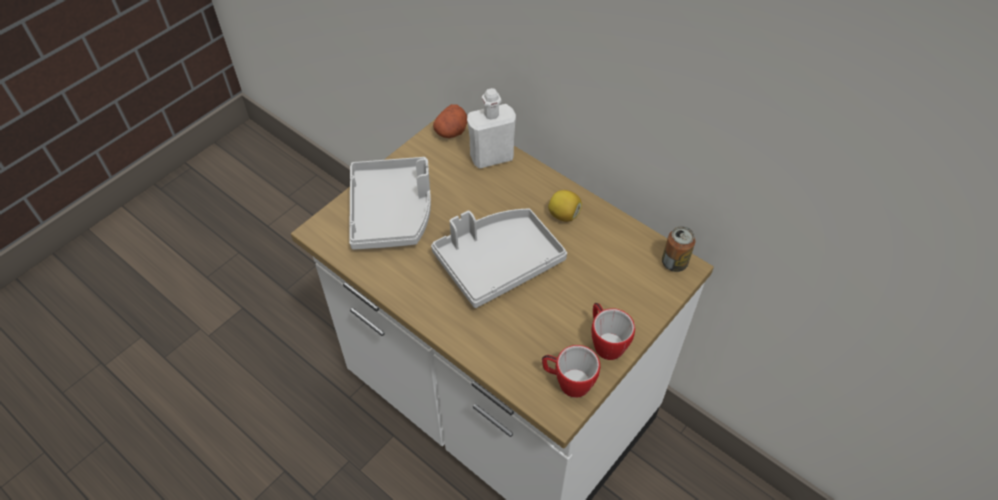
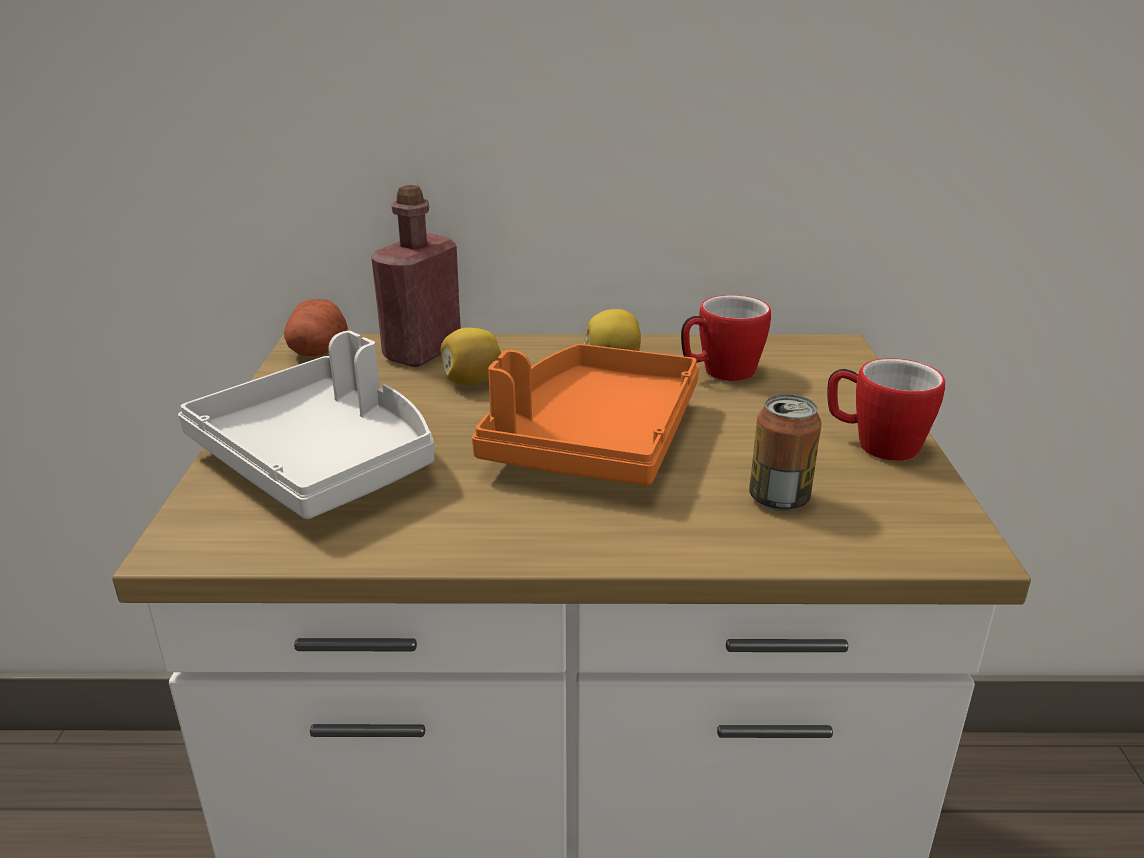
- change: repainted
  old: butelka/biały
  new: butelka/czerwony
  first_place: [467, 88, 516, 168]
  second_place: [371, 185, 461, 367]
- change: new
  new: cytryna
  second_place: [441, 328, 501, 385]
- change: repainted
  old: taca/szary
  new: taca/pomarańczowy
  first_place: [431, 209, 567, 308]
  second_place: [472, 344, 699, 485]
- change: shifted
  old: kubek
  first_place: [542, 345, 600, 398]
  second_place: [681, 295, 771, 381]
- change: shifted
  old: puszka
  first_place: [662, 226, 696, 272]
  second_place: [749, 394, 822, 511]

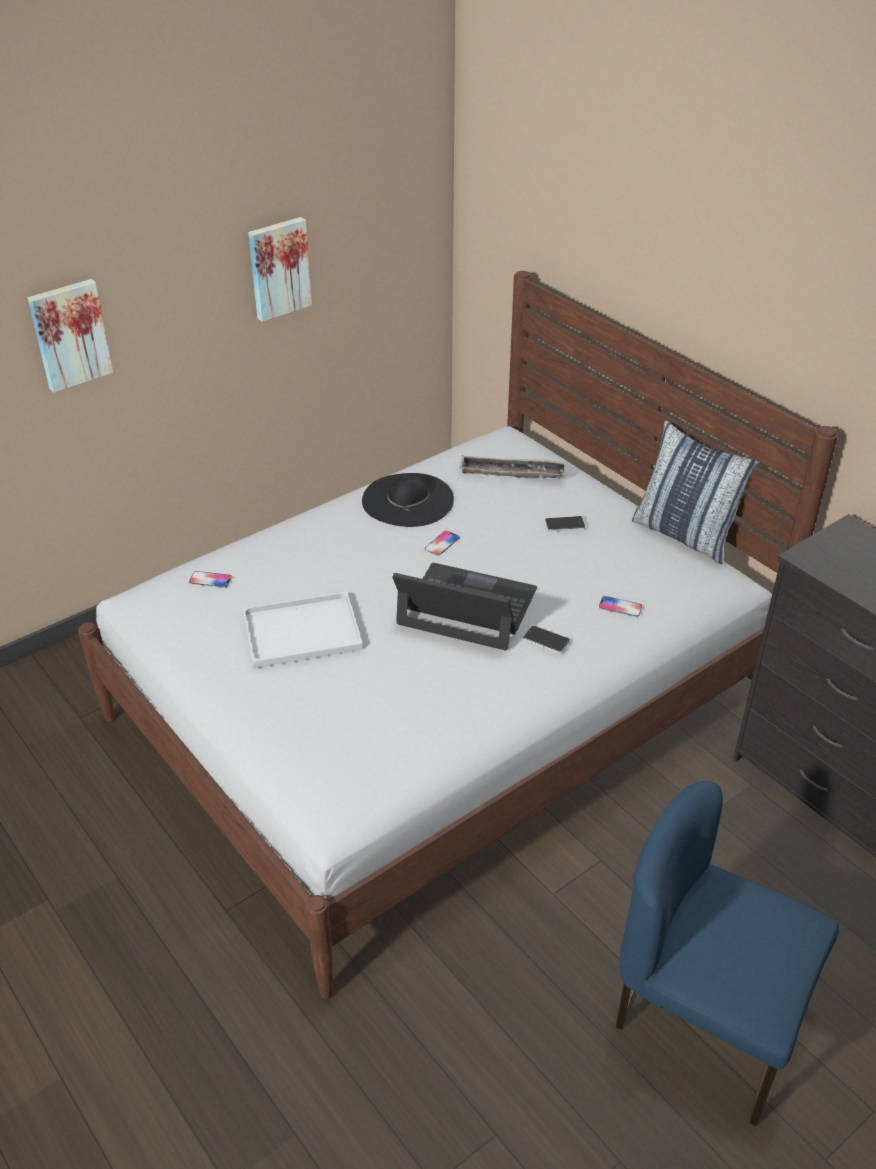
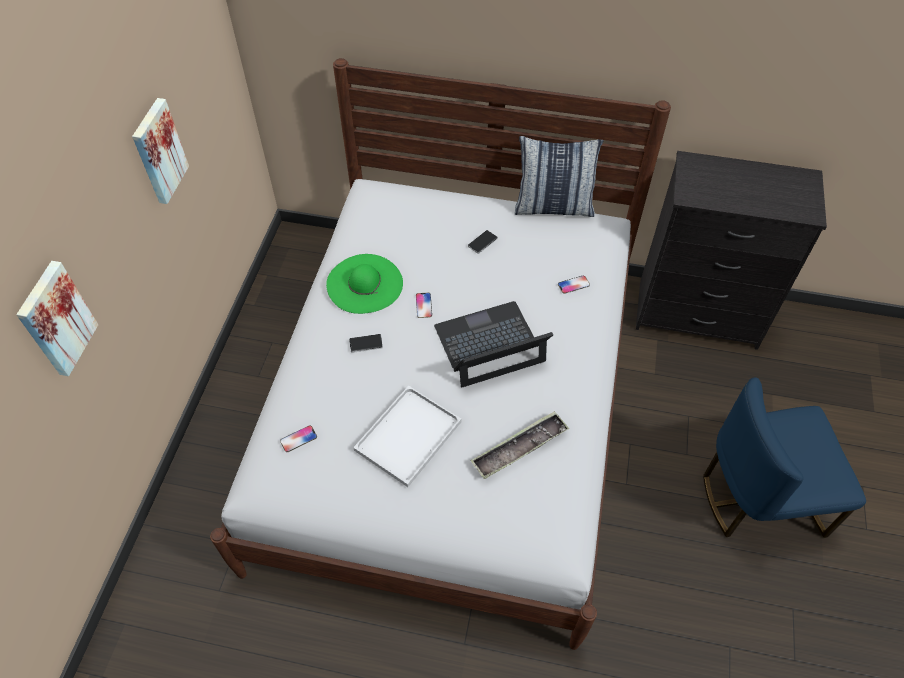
- change: repainted
  old: kapelusz/czarny
  new: kapelusz/zielony
  first_place: [362, 473, 454, 527]
  second_place: [326, 254, 403, 314]
- change: shifted
  old: telefon
  first_place: [523, 625, 570, 654]
  second_place: [349, 334, 383, 353]
- change: shifted
  old: taca
  first_place: [459, 456, 566, 478]
  second_place: [470, 411, 569, 479]

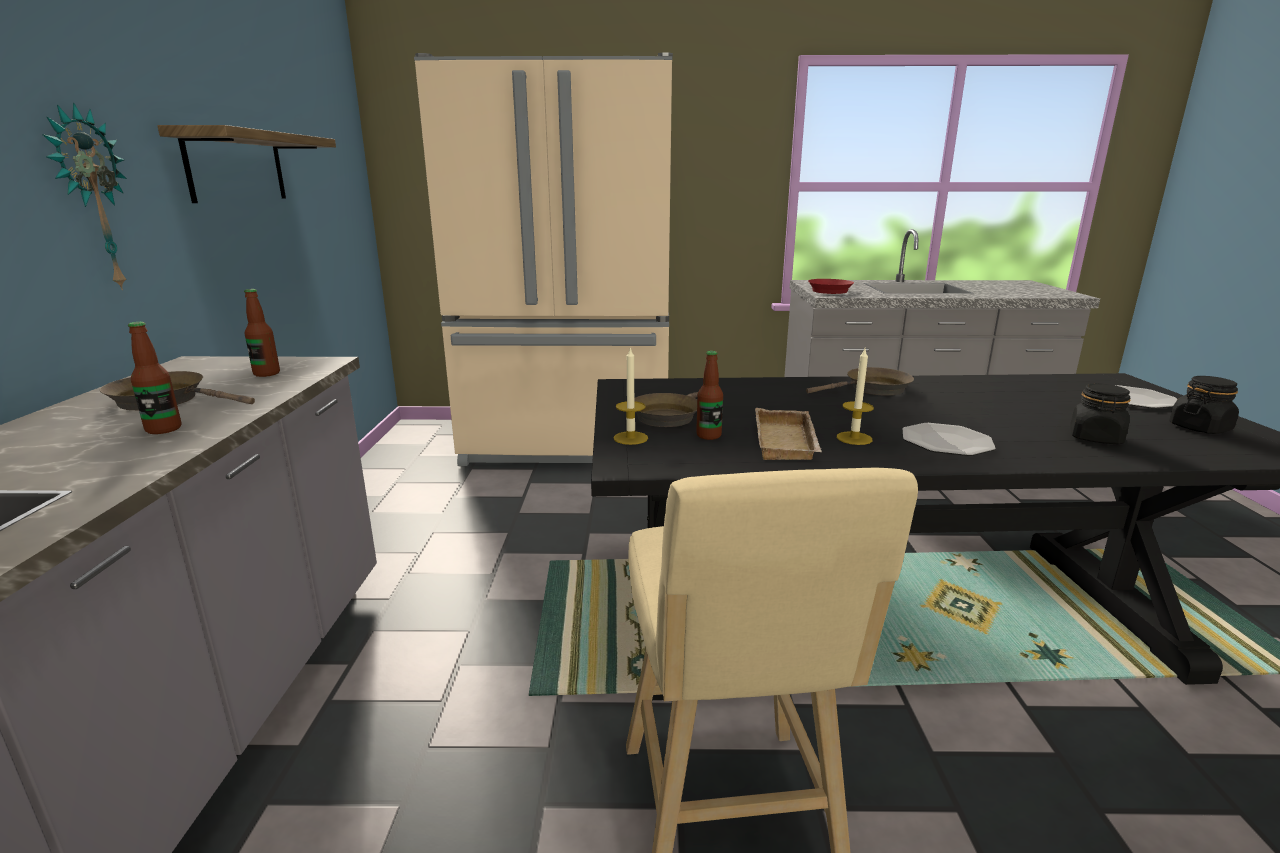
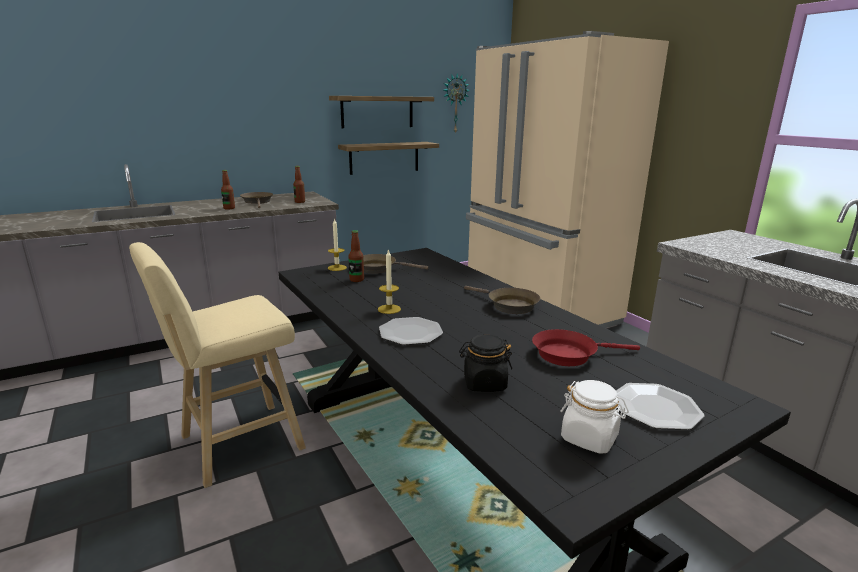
- change: new
  new: półka
  second_place: [338, 142, 439, 175]
- change: shifted
  old: zegar ścienny
  first_place: [42, 102, 127, 290]
  second_place: [444, 74, 470, 134]
- change: shifted
  old: patelnia/czerwony
  first_place: [808, 279, 854, 294]
  second_place: [532, 329, 640, 366]
- change: repainted
  old: słoik/czarny
  new: słoik/biały
  first_place: [1169, 376, 1239, 434]
  second_place: [560, 380, 629, 454]
- change: gone
  old: taca/beżowy
  first_place: [755, 408, 822, 460]

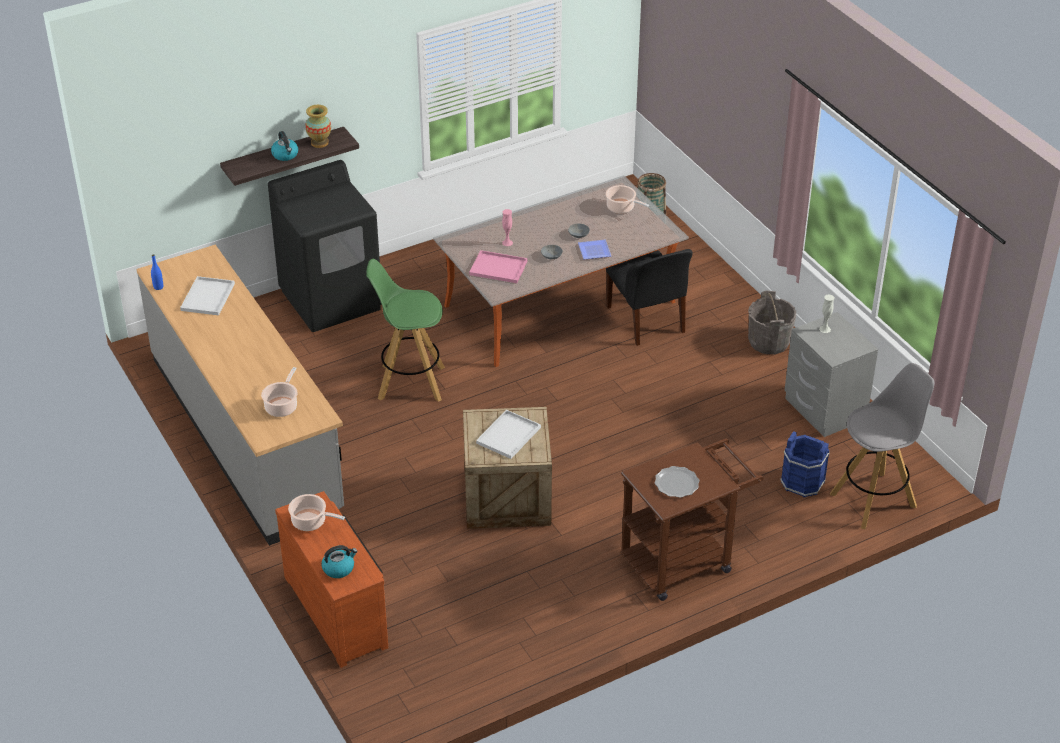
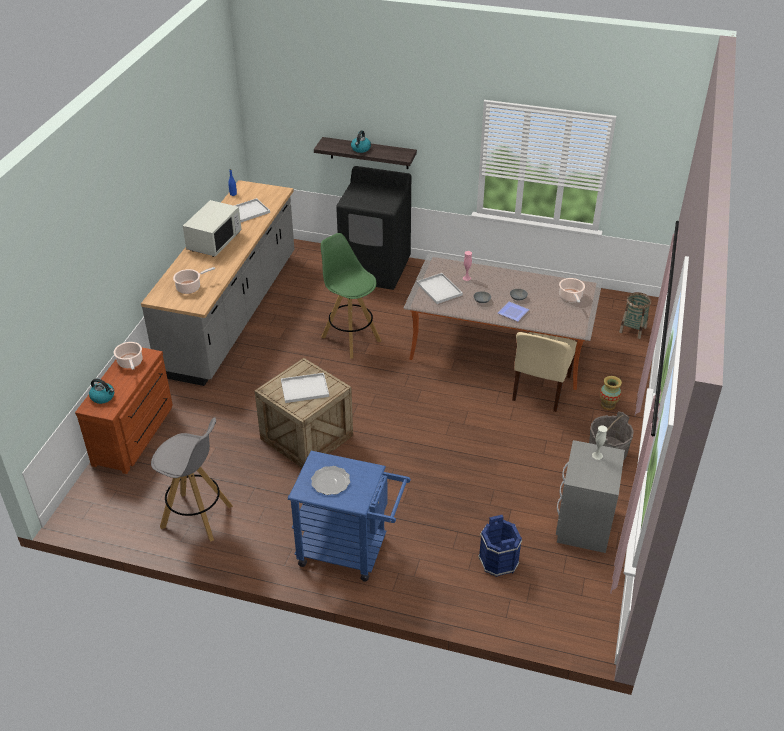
- change: shifted
  old: stołek/szary
  first_place: [830, 363, 935, 529]
  second_place: [151, 417, 233, 542]
- change: new
  new: mikrofalówka/biały
  second_place: [183, 200, 241, 257]
- change: repainted
  old: wózek/brązowy
  new: wózek/niebieski
  first_place: [620, 439, 764, 601]
  second_place: [288, 451, 411, 582]
- change: repainted
  old: taca/różowy
  new: taca/biały
  first_place: [469, 250, 528, 283]
  second_place: [417, 273, 463, 304]
- change: repainted
  old: krzesło/czarny
  new: krzesło/beżowy
  first_place: [606, 249, 693, 346]
  second_place: [512, 332, 577, 412]
- change: shifted
  old: wazon
  first_place: [306, 105, 331, 148]
  second_place: [600, 376, 622, 410]

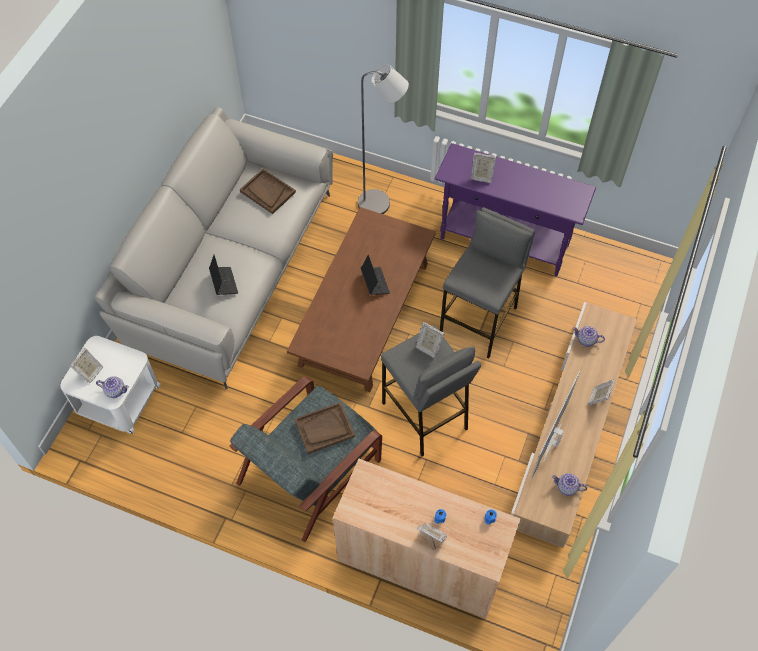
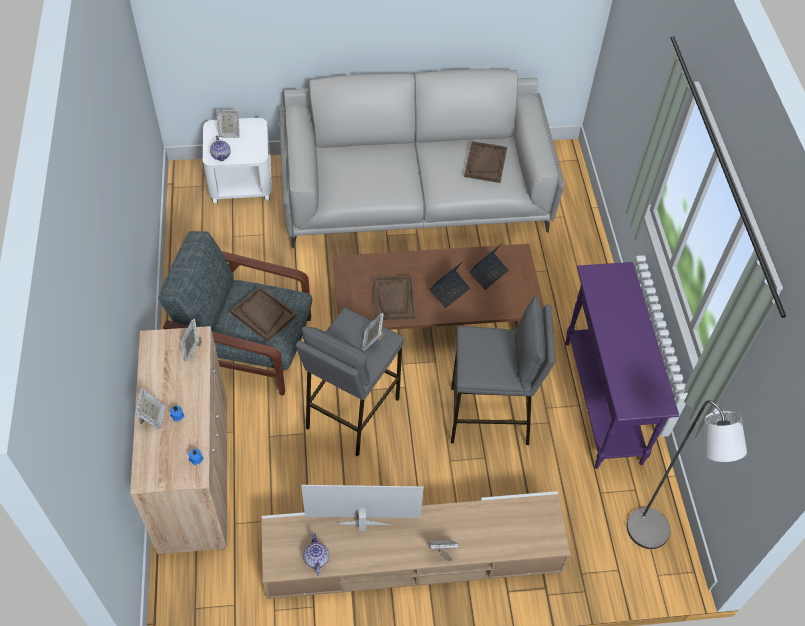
- change: shifted
  old: ramka na zdjęcie
  first_place: [471, 153, 496, 183]
  second_place: [180, 319, 202, 362]
- change: new
  new: taca/brązowy
  second_place: [373, 275, 416, 320]
- change: shifted
  old: laptop
  first_place: [209, 254, 238, 295]
  second_place: [470, 244, 509, 290]
- change: shifted
  old: lampa stojąca/szary
  first_place: [358, 64, 409, 214]
  second_place: [627, 400, 747, 549]
- change: gone
  old: imbryk
  first_place: [573, 326, 605, 347]

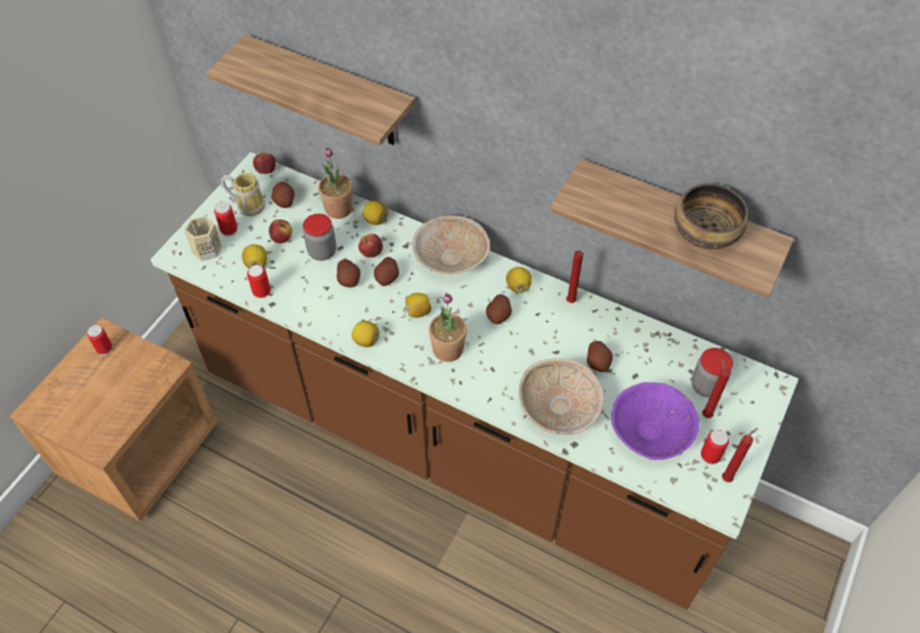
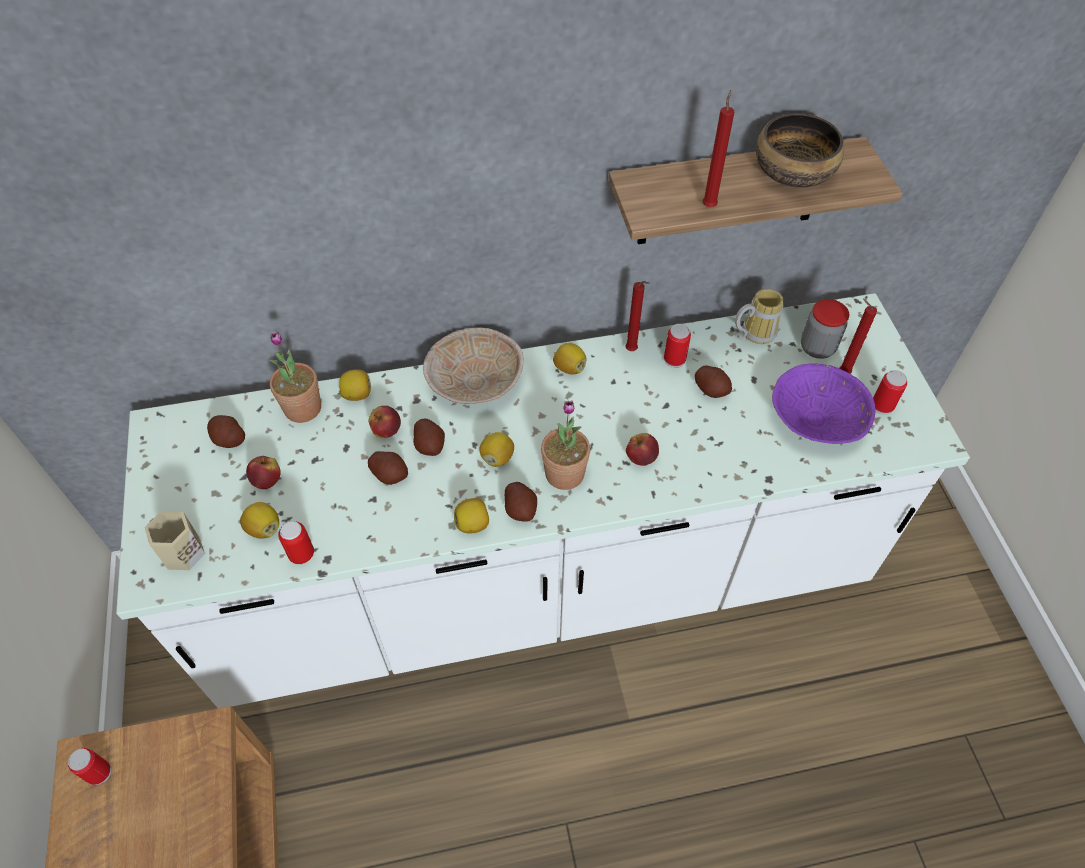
- change: repainted
  old: zabudowa kuchenna/brązowy
  new: zabudowa kuchenna/biały
  first_place: [151, 152, 799, 610]
  second_place: [116, 293, 970, 708]
- change: shifted
  old: ziemniak
  first_place: [486, 294, 512, 324]
  second_place: [505, 482, 537, 522]
- change: shifted
  old: jabłko
  first_place: [253, 151, 276, 174]
  second_place: [626, 433, 659, 466]
- change: shifted
  old: puszka
  first_place: [214, 202, 238, 237]
  second_place: [664, 324, 691, 368]
- change: shifted
  old: świeca/czerwony
  first_place: [722, 428, 758, 482]
  second_place: [702, 90, 734, 207]
- change: shifted
  old: kubek
  first_place: [221, 173, 265, 216]
  second_place: [735, 288, 783, 344]
- change: gone
  old: półka
  first_place: [207, 35, 415, 145]
- change: gone
  old: słoik
  first_place: [303, 214, 336, 261]
- change: gone
  old: miska/beżowy
  first_place: [519, 358, 604, 435]

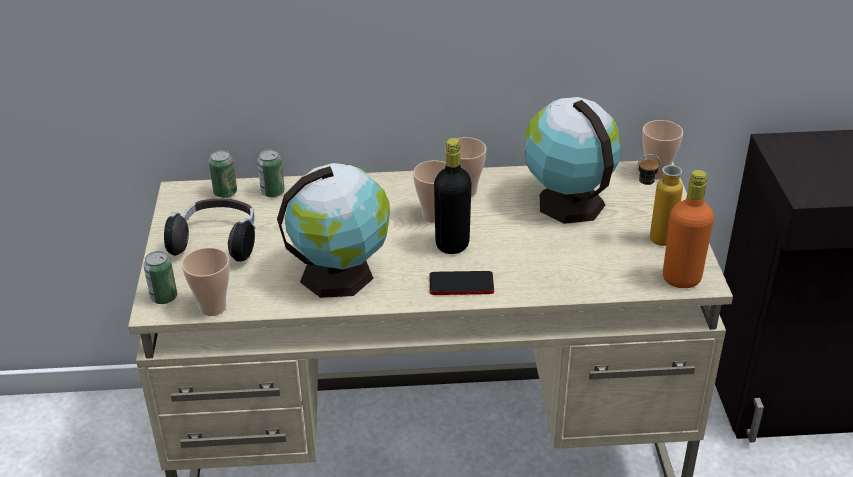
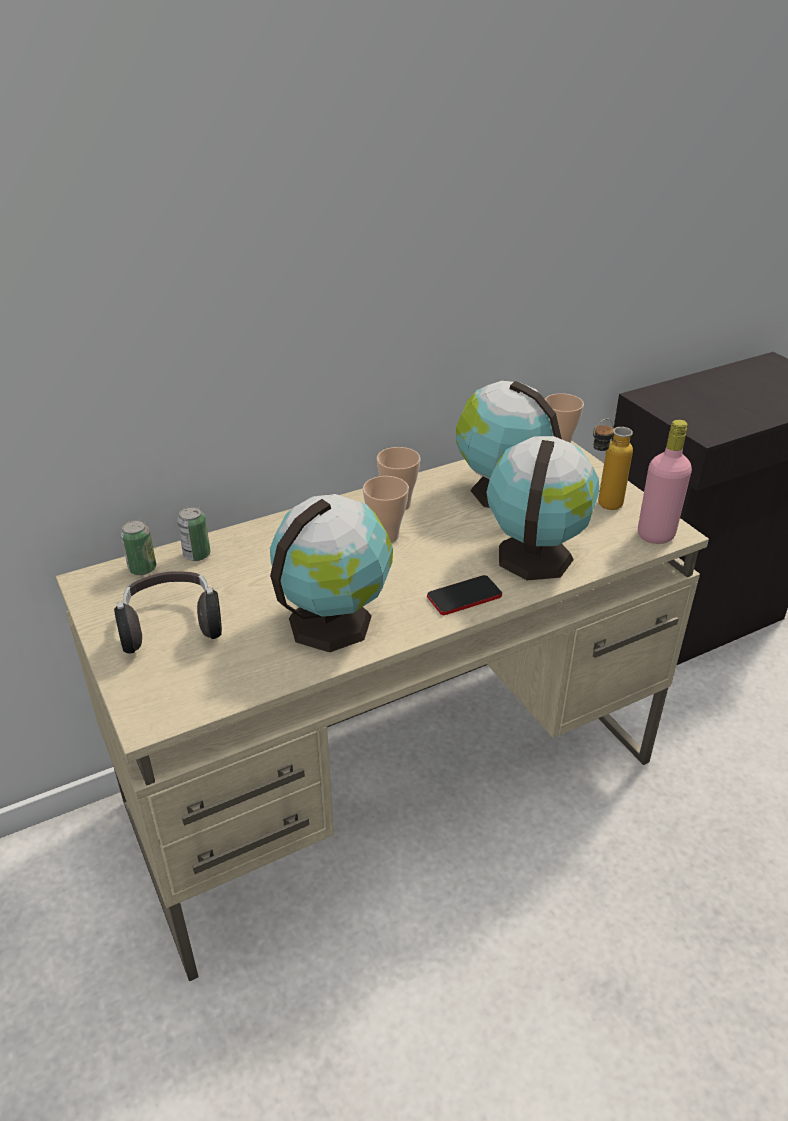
- change: new
  new: globus
  second_place: [486, 436, 599, 580]
- change: repainted
  old: butelka/pomarańczowy
  new: butelka/różowy
  first_place: [663, 170, 714, 288]
  second_place: [638, 420, 692, 544]
- change: gone
  old: puszka
  first_place: [143, 251, 177, 304]
- change: gone
  old: filiżanka
  first_place: [182, 248, 230, 316]
- change: gone
  old: butelka/czarny
  first_place: [434, 138, 472, 254]

